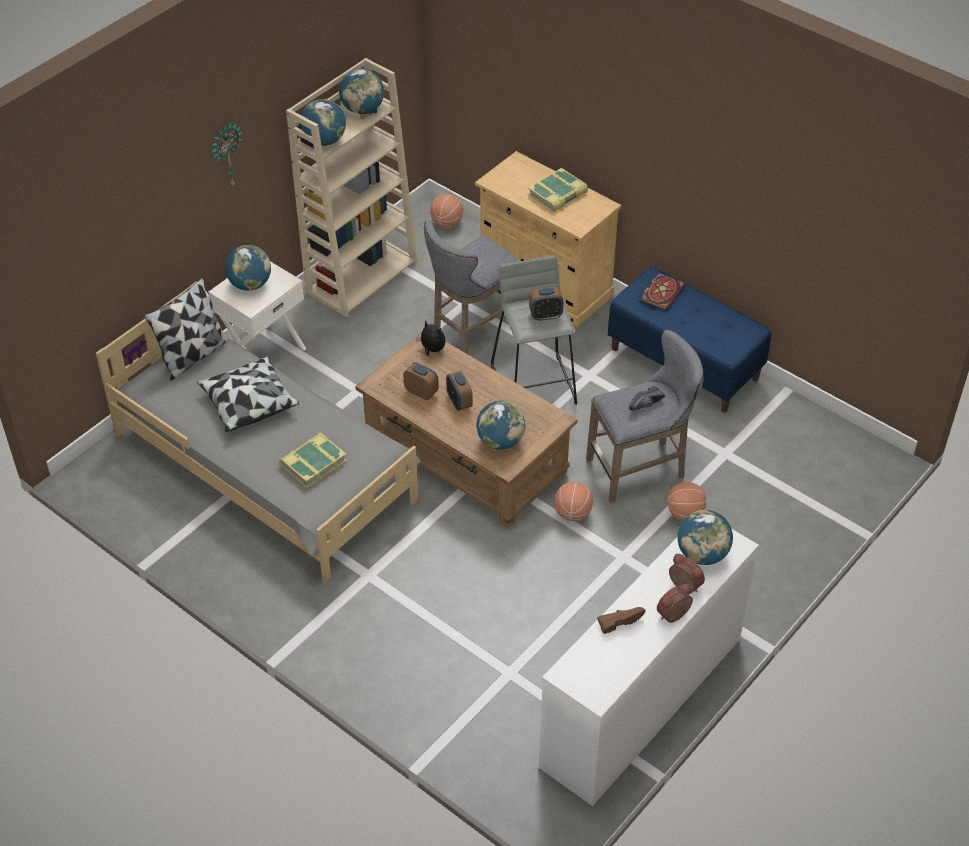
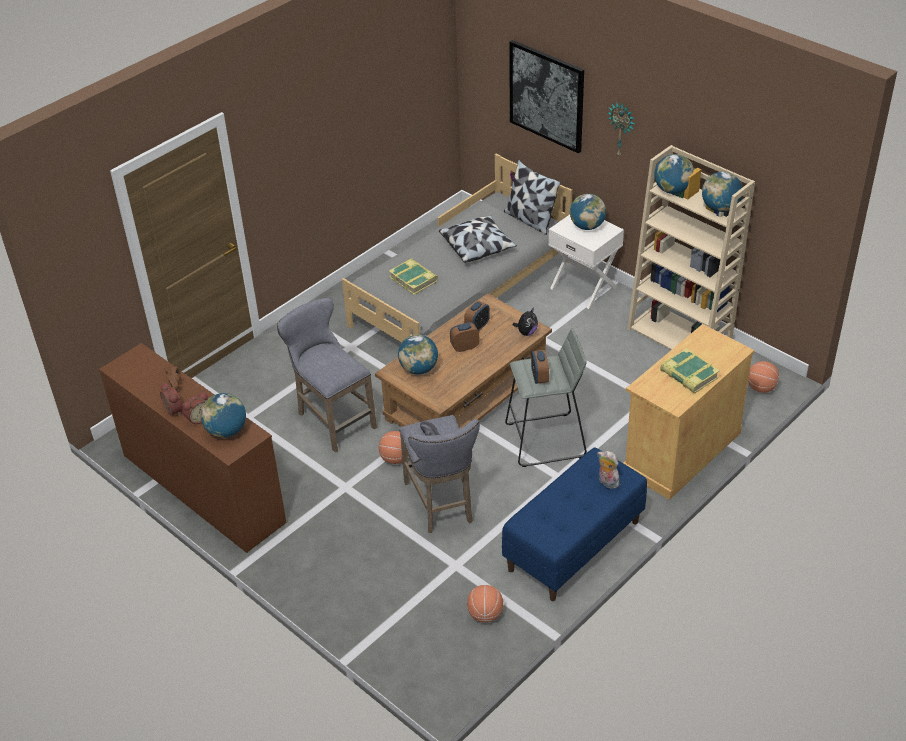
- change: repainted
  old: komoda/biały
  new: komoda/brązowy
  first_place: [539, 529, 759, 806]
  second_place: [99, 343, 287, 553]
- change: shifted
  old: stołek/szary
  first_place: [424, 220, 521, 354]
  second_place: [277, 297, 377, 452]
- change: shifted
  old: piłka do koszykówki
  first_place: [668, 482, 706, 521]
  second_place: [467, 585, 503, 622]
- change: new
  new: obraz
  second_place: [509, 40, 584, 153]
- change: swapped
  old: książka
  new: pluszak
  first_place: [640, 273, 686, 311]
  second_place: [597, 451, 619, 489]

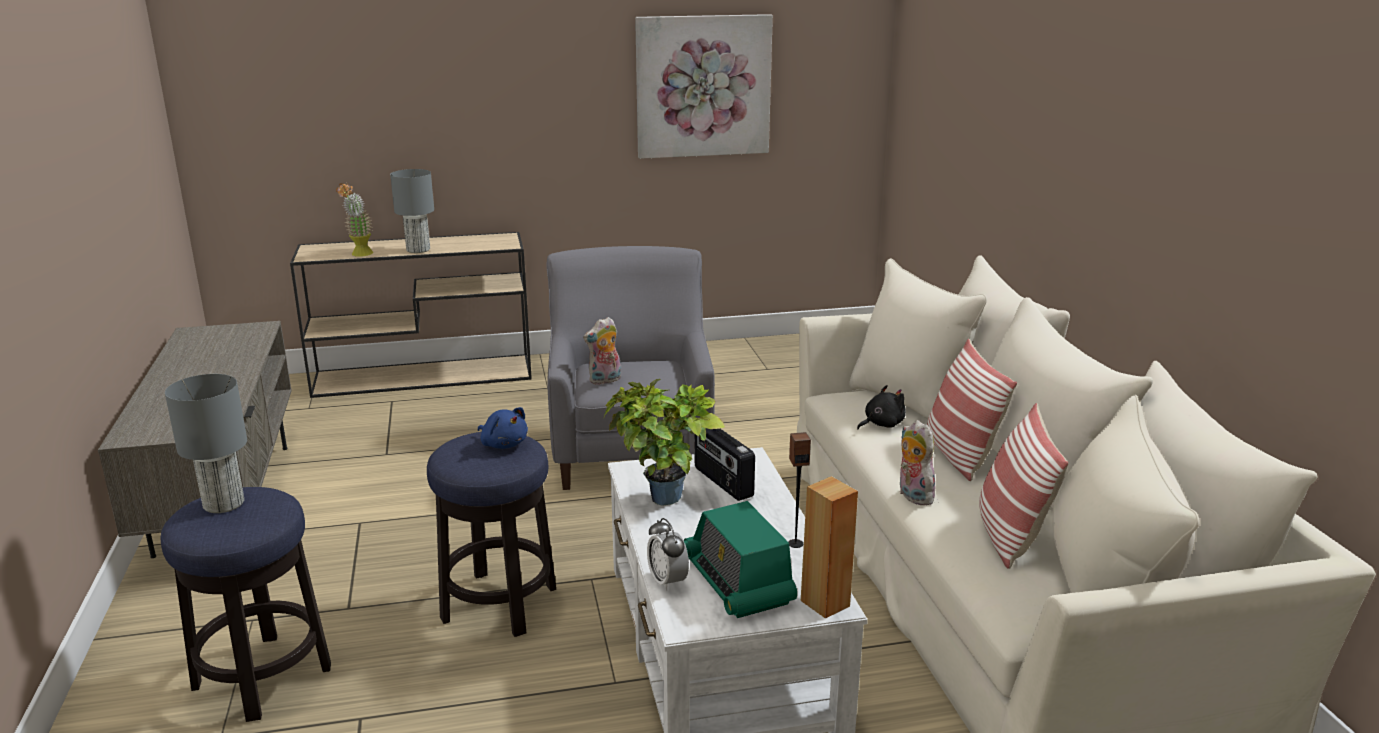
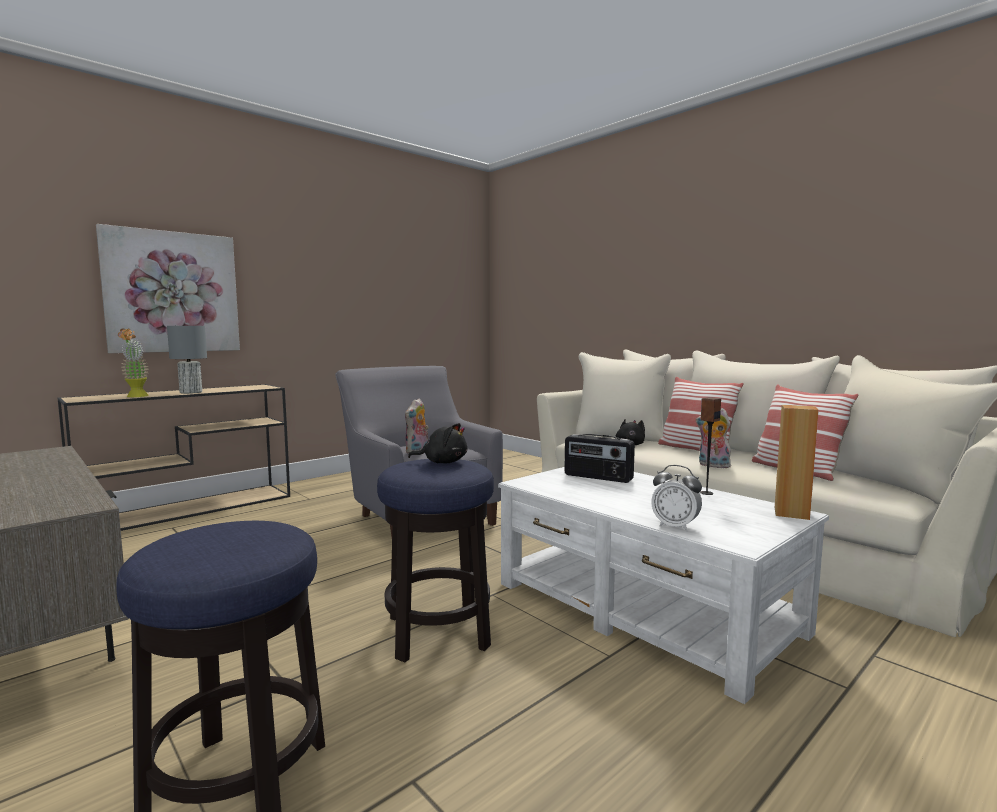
- change: shifted
  old: obraz
  first_place: [635, 14, 773, 159]
  second_place: [96, 224, 240, 353]
- change: repainted
  old: pluszak/niebieski
  new: pluszak/czarny
  first_place: [478, 407, 528, 449]
  second_place: [408, 423, 467, 464]
- change: gone
  old: lampa stołowa/szary
  first_place: [165, 374, 247, 513]
- change: gone
  old: roślina doniczkowa
  first_place: [604, 379, 725, 506]
- change: gone
  old: radio
  first_place: [684, 501, 797, 618]

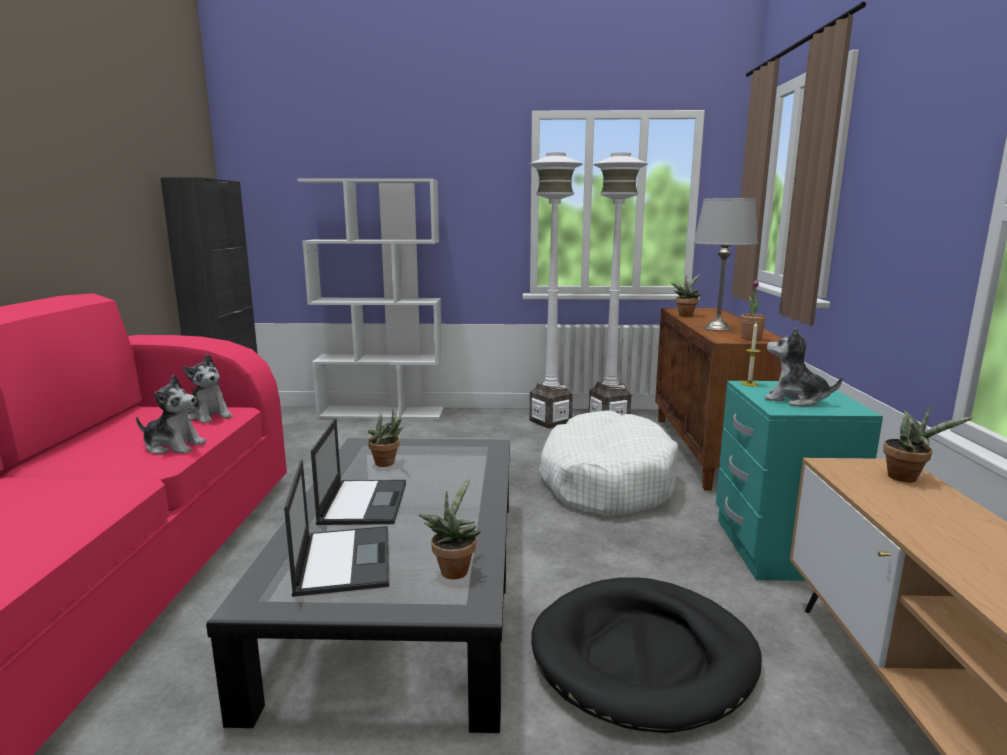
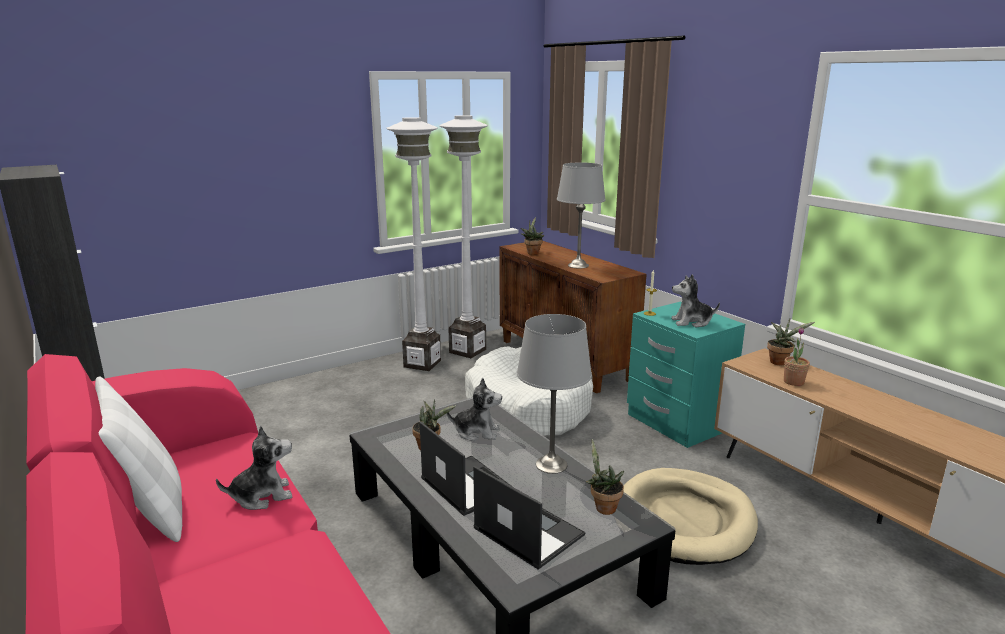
- change: new
  new: poduszka/biały
  second_place: [95, 376, 182, 542]
- change: shifted
  old: pluszak
  first_place: [183, 354, 232, 424]
  second_place: [447, 378, 502, 441]
- change: new
  new: lampa stołowa/szary
  second_place: [517, 314, 592, 474]
- change: repainted
  old: legowisko/czarny
  new: legowisko/beżowy
  first_place: [531, 577, 762, 733]
  second_place: [623, 468, 758, 565]
- change: shifted
  old: roślina doniczkowa
  first_place: [741, 280, 766, 340]
  second_place: [784, 327, 810, 386]
- change: gone
  old: regał/biały
  first_place: [298, 178, 444, 419]

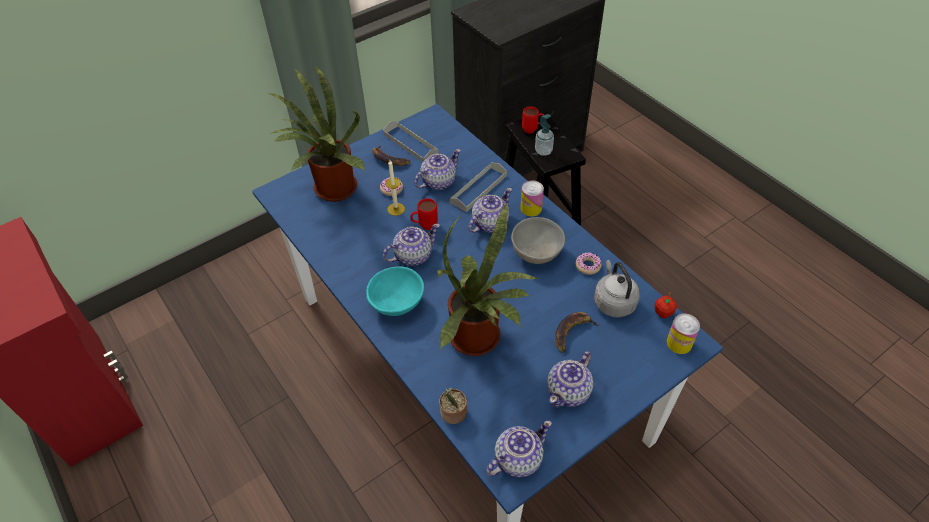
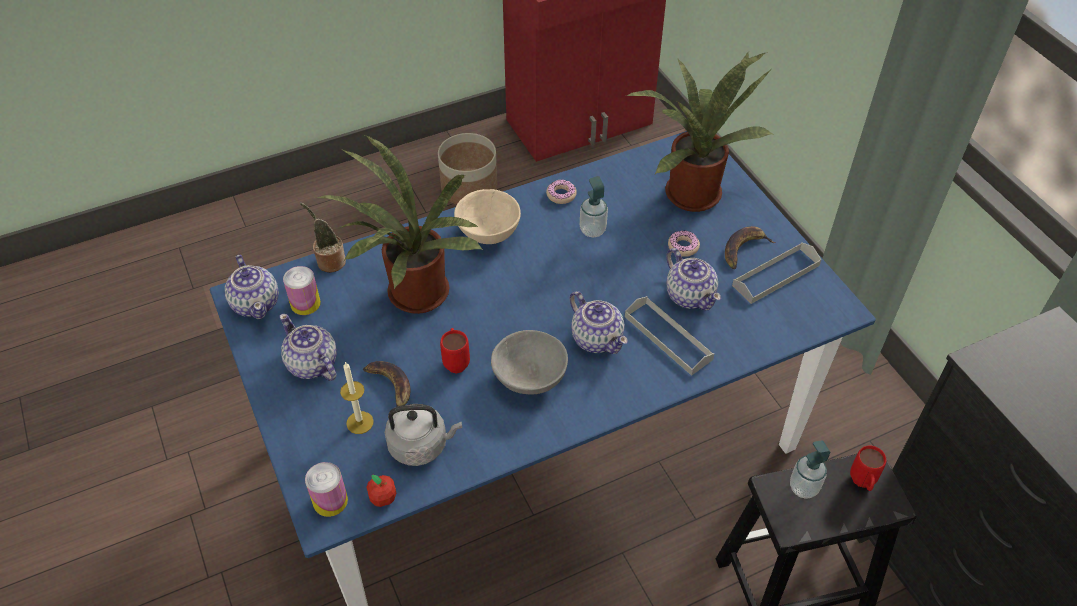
- change: shifted
  old: puszka
  first_place: [520, 181, 544, 216]
  second_place: [283, 266, 321, 315]
- change: shifted
  old: świeca
  first_place: [385, 160, 405, 216]
  second_place: [340, 362, 374, 434]
- change: new
  new: donica
  second_place: [438, 133, 497, 205]
- change: shifted
  old: kubek/czerwony
  first_place: [410, 198, 438, 230]
  second_place: [440, 328, 470, 373]
- change: repainted
  old: miska/turkusowy
  new: miska/beżowy
  first_place: [366, 266, 424, 316]
  second_place: [454, 189, 521, 244]
- change: shifted
  old: donut
  first_place: [576, 253, 602, 275]
  second_place: [546, 179, 577, 204]
- change: new
  new: dozownik mydła
  second_place: [580, 176, 608, 237]
- change: gone
  old: imbryk
  first_place: [383, 223, 440, 266]

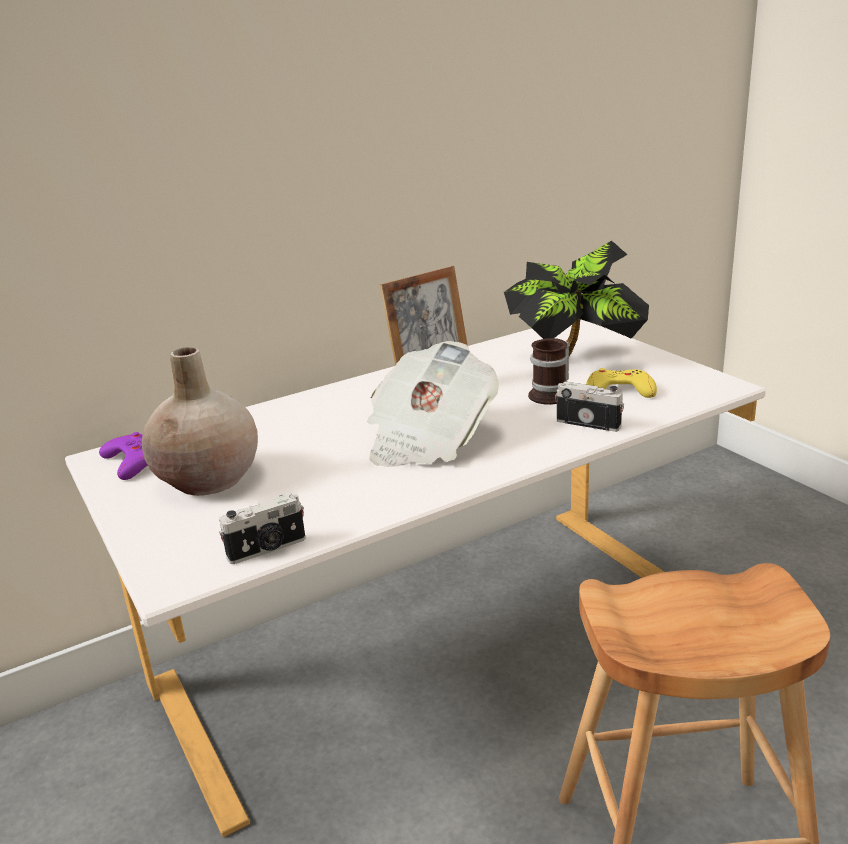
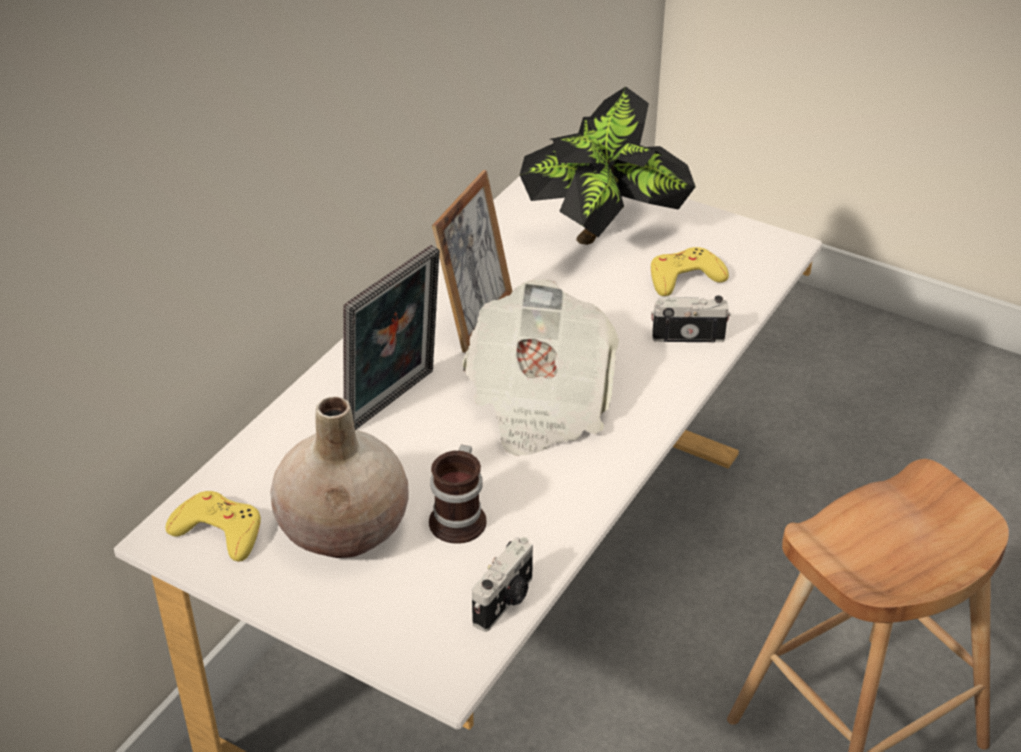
- change: repainted
  old: pad do gier/fioletowy
  new: pad do gier/żółty
  first_place: [99, 432, 148, 480]
  second_place: [166, 491, 261, 562]
- change: new
  new: ramka na zdjęcie
  second_place: [343, 245, 440, 430]
- change: shifted
  old: kubek
  first_place: [528, 338, 570, 405]
  second_place: [429, 445, 487, 544]

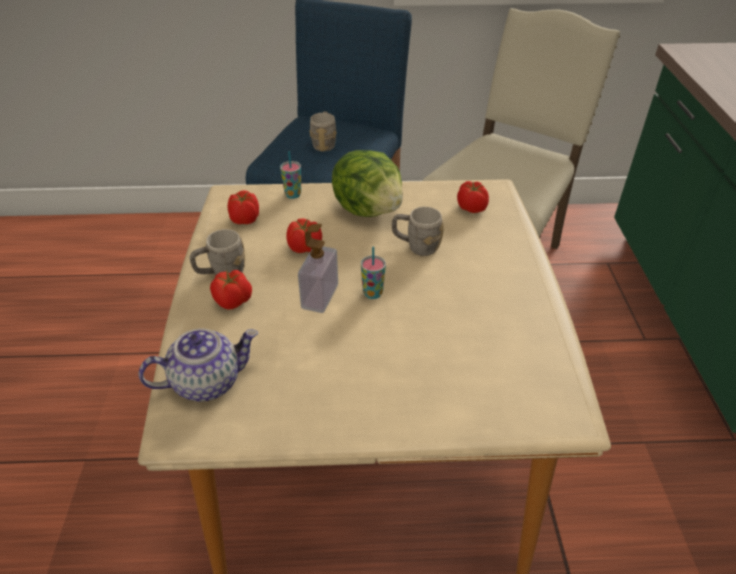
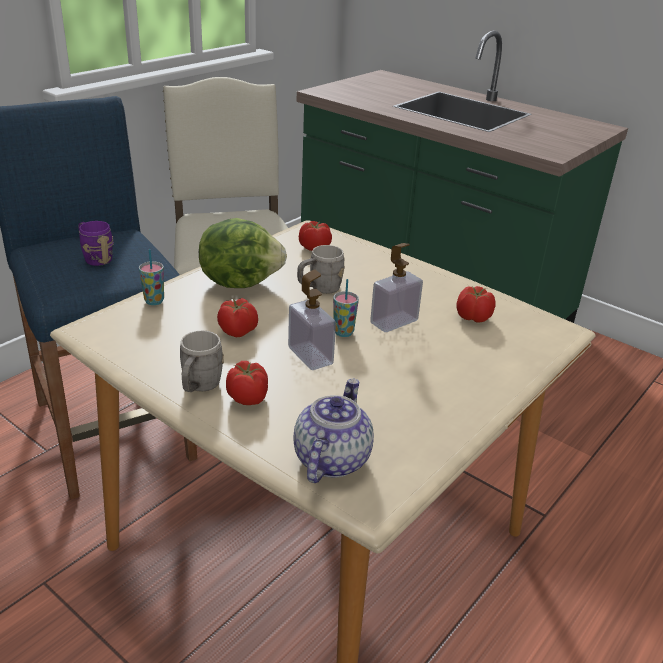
- change: repainted
  old: kubek/szary
  new: kubek/fioletowy
  first_place: [309, 111, 337, 151]
  second_place: [78, 221, 114, 266]
- change: new
  new: dozownik mydła
  second_place: [370, 243, 423, 332]
- change: shifted
  old: pomidor
  first_place: [228, 190, 259, 224]
  second_place: [456, 286, 496, 323]

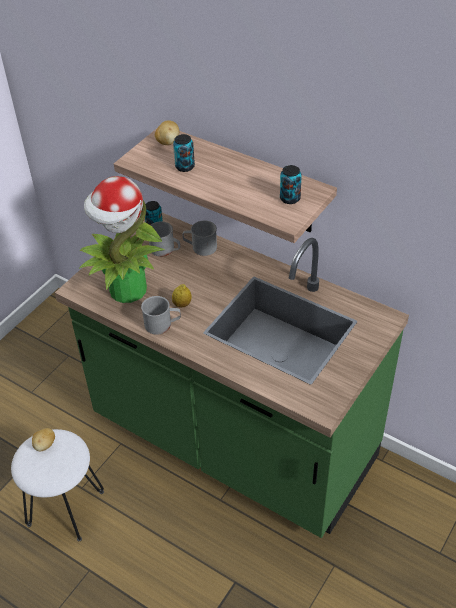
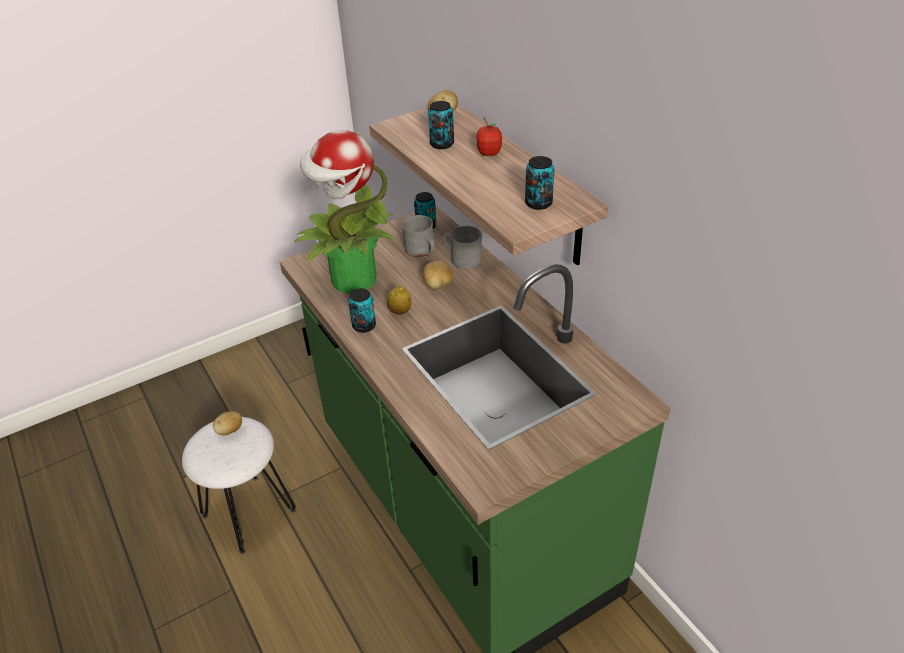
- change: swapped
  old: kubek/szary
  new: puszka
  first_place: [141, 296, 181, 335]
  second_place: [348, 288, 376, 333]
- change: new
  new: ziemniak
  second_place: [423, 260, 453, 290]
- change: new
  new: jabłko
  second_place: [476, 117, 502, 156]

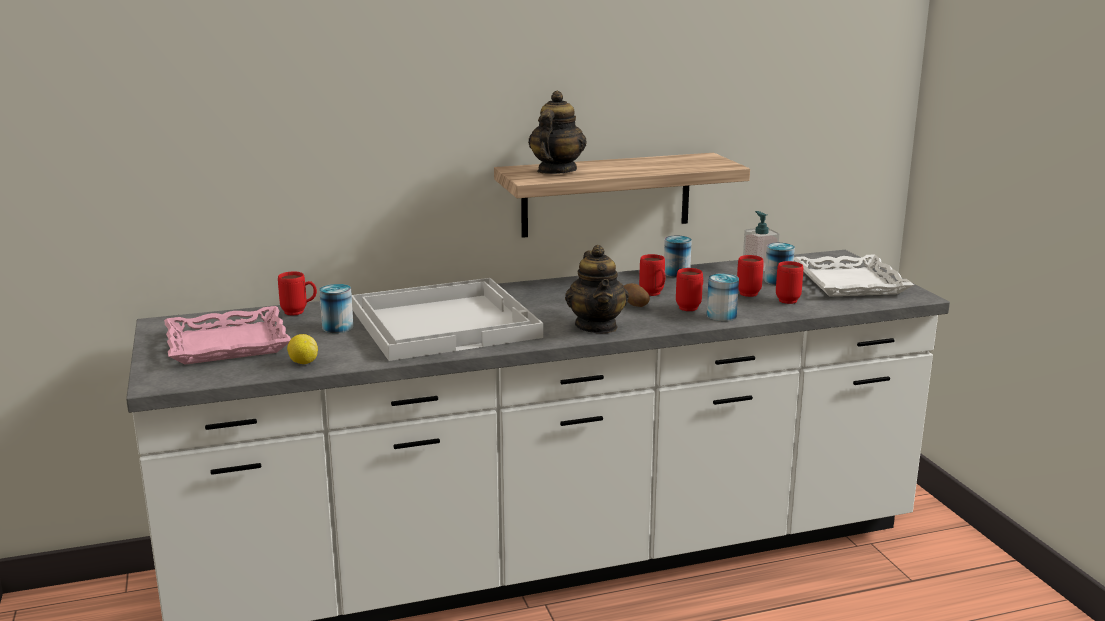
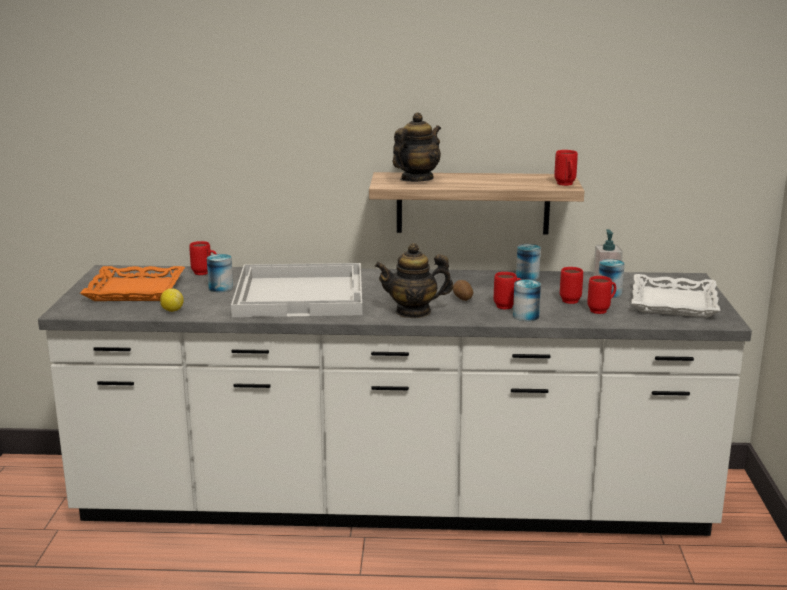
- change: repainted
  old: taca/różowy
  new: taca/pomarańczowy
  first_place: [164, 306, 291, 365]
  second_place: [80, 266, 185, 301]
- change: rotated
  old: imbryk
  first_place: [565, 245, 629, 333]
  second_place: [375, 243, 453, 318]
  degrees: 75
- change: shifted
  old: kubek/czerwony
  first_place: [639, 254, 666, 296]
  second_place: [554, 150, 578, 186]

